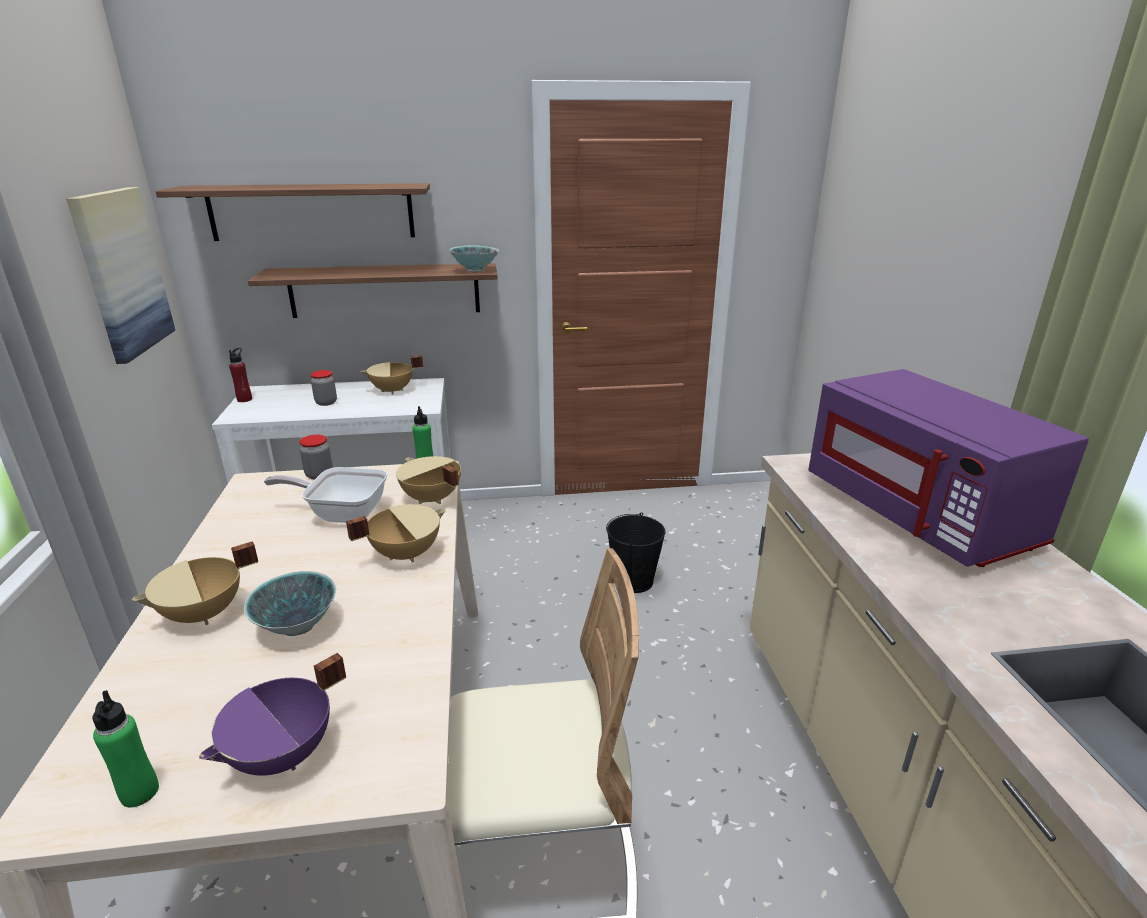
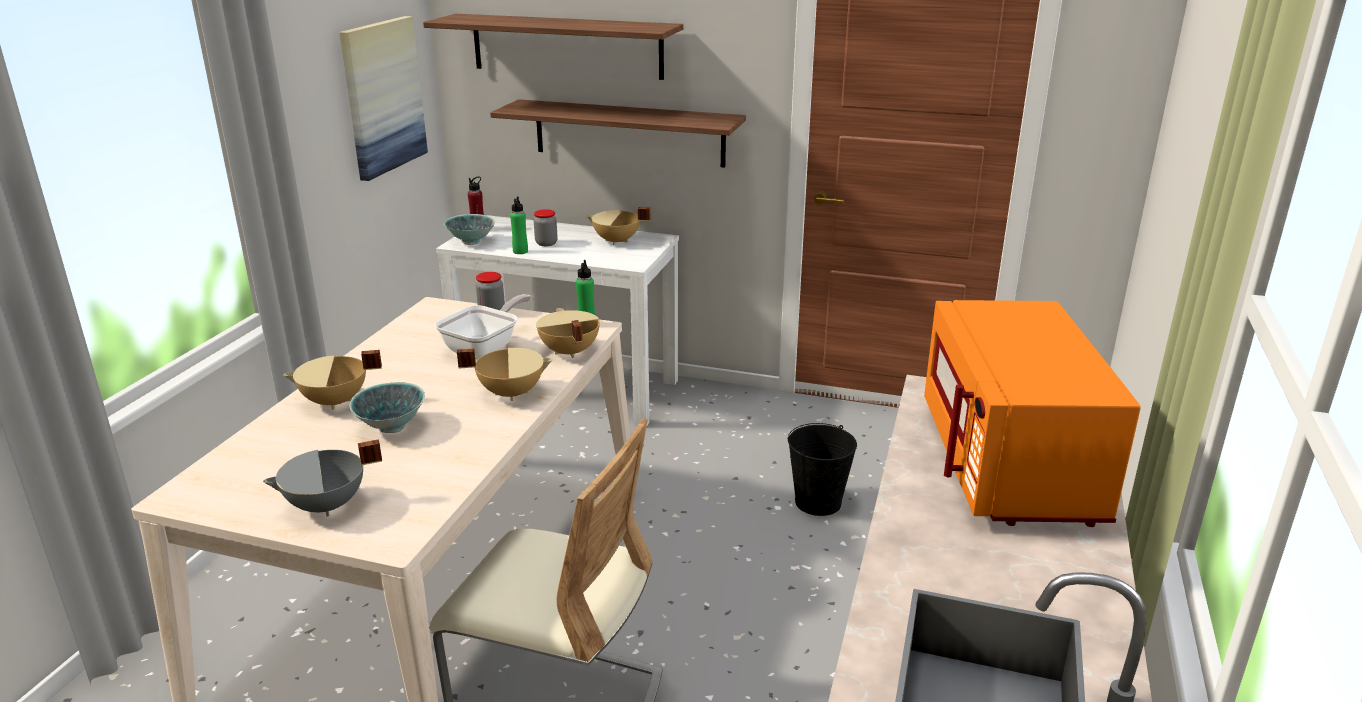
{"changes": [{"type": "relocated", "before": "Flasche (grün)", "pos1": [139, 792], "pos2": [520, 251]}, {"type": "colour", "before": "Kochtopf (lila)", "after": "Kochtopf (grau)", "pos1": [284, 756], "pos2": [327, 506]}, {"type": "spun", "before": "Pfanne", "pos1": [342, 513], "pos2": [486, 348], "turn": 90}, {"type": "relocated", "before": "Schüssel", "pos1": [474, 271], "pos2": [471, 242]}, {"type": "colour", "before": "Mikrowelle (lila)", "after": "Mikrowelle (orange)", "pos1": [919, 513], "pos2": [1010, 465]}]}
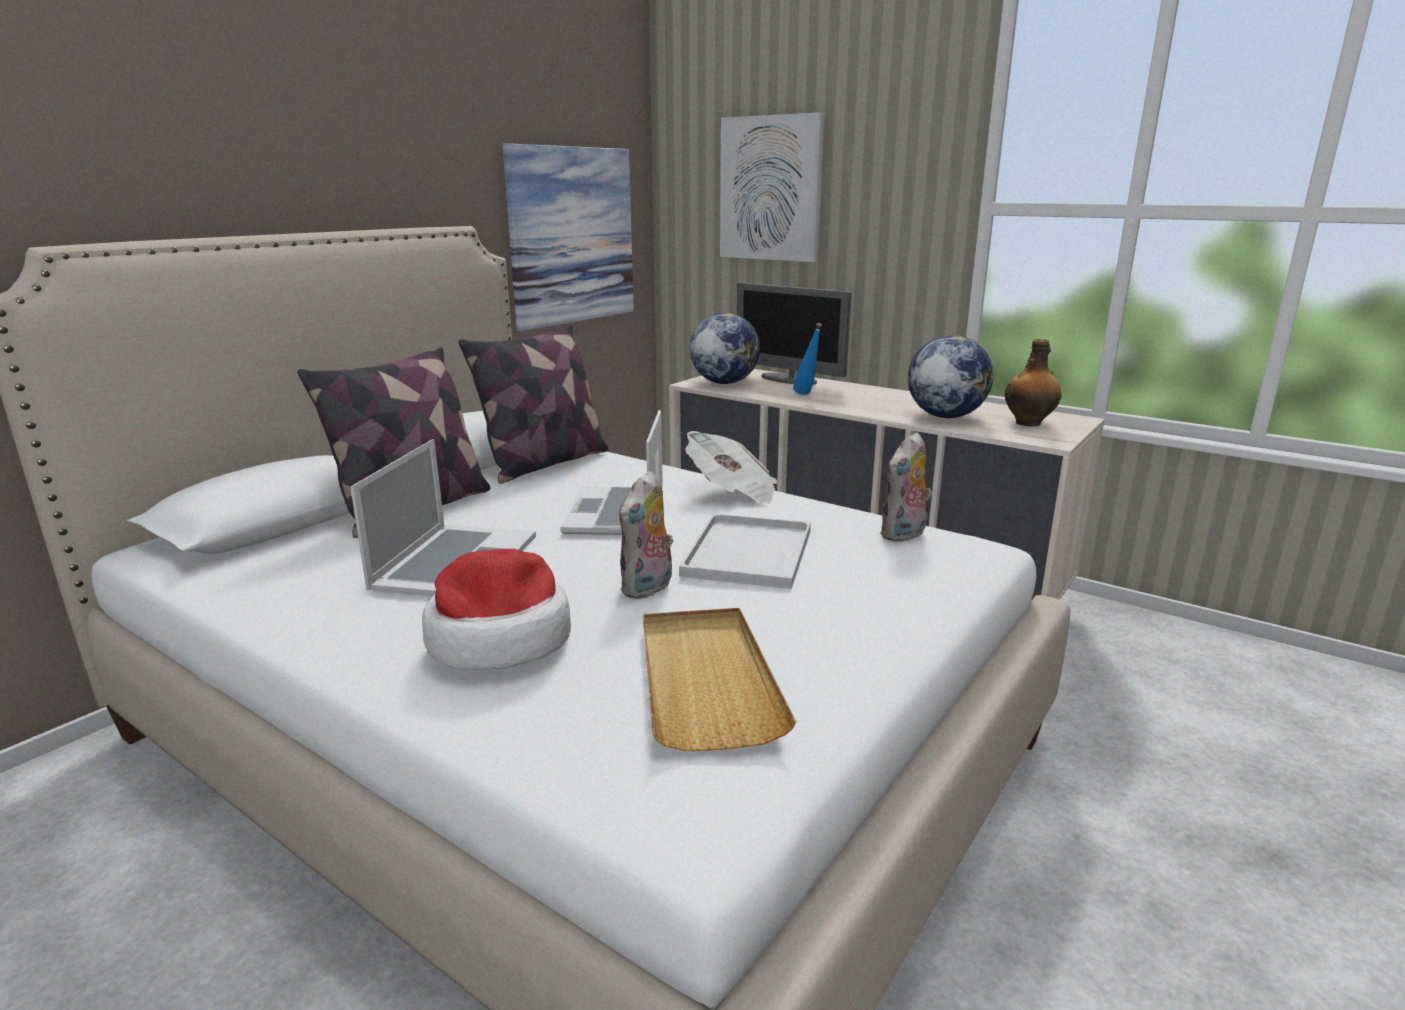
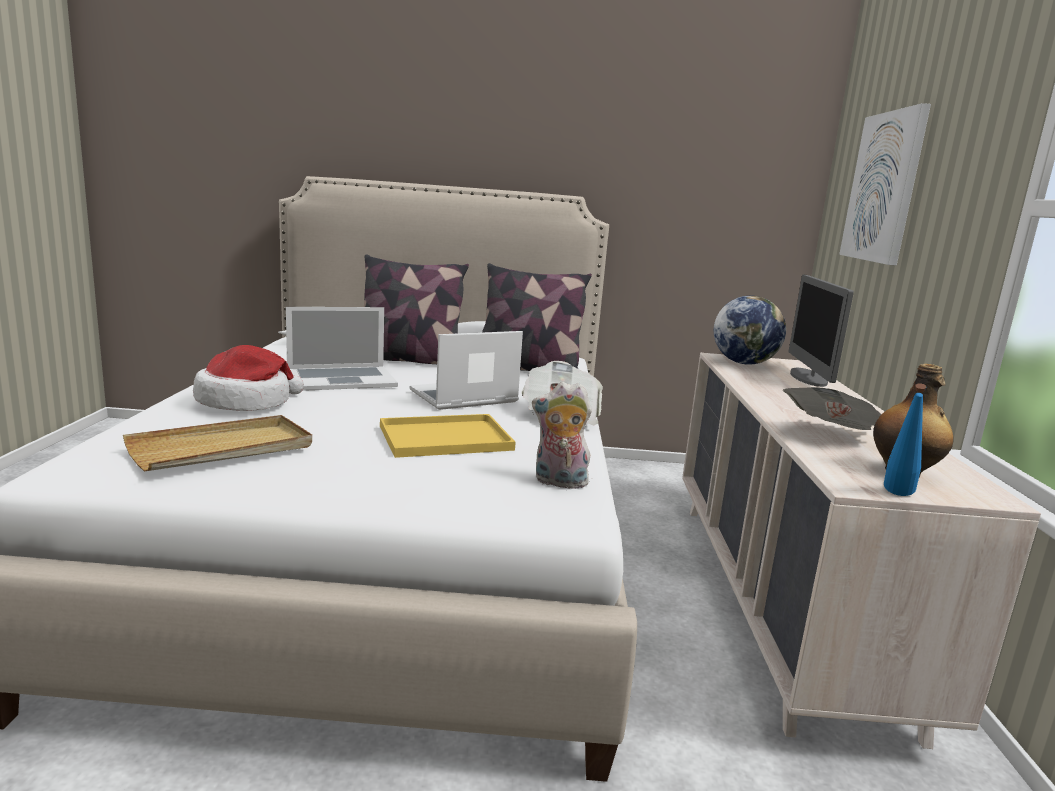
{"changes": [{"type": "missing", "before": "Bild", "pos1": [572, 236]}, {"type": "missing", "before": "Plüschtier", "pos1": [648, 588]}, {"type": "colour", "before": "Tablett (weiß)", "after": "Tablett (gelb)", "pos1": [747, 551], "pos2": [447, 437]}, {"type": "relocated", "before": "Flasche (blau)", "pos1": [807, 395], "pos2": [896, 496]}, {"type": "exchanged", "before": "Globus", "after": "Zeitung", "pos1": [945, 416], "pos2": [832, 436]}]}
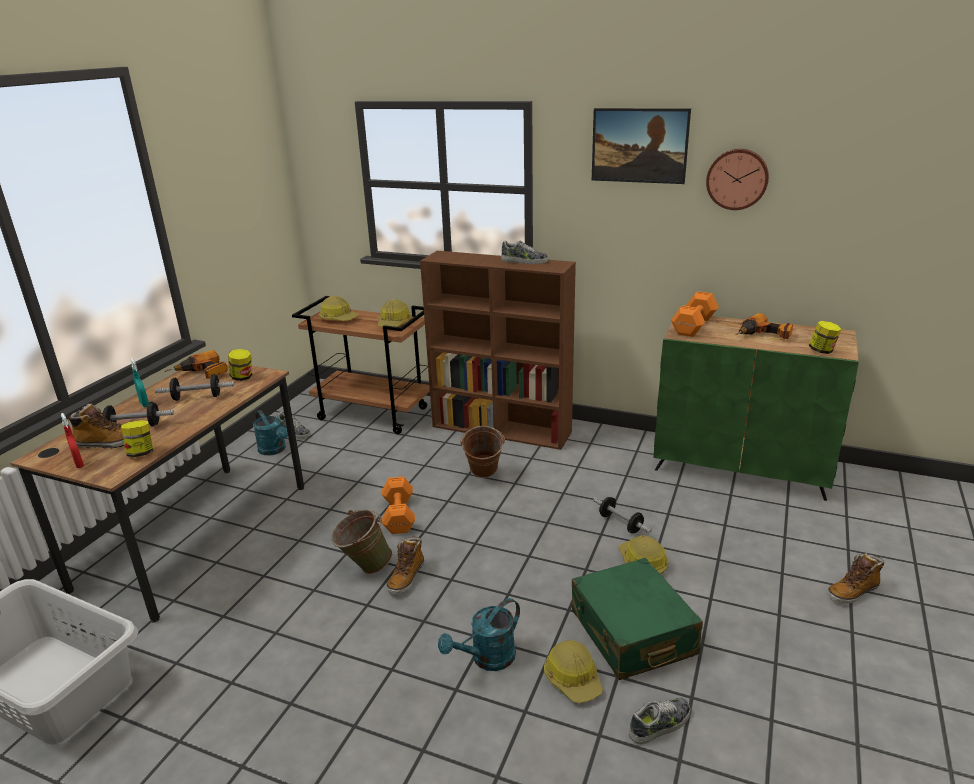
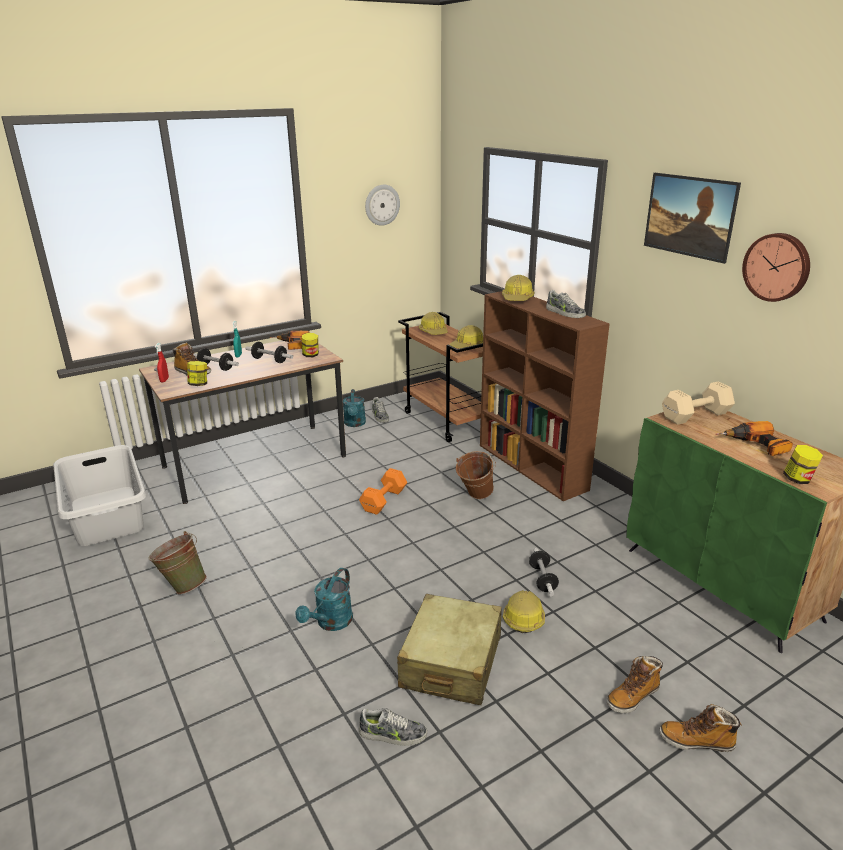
{"changes": [{"type": "relocated", "before": "Eimer (grün)", "pos1": [364, 567], "pos2": [182, 586]}, {"type": "relocated", "before": "Stiefel", "pos1": [406, 577], "pos2": [633, 697]}, {"type": "spun", "before": "Gießkanne (türkis)", "pos1": [487, 659], "pos2": [330, 623], "turn": -60}, {"type": "relocated", "before": "Schutzhelm", "pos1": [573, 678], "pos2": [517, 299]}, {"type": "colour", "before": "Koffer (grün)", "after": "Koffer (beige)", "pos1": [632, 633], "pos2": [451, 662]}, {"type": "colour", "before": "Hantel (orange)", "after": "Hantel (beige)", "pos1": [693, 326], "pos2": [694, 415]}, {"type": "appeared", "after": "Wanduhr", "pos2": [382, 205]}]}
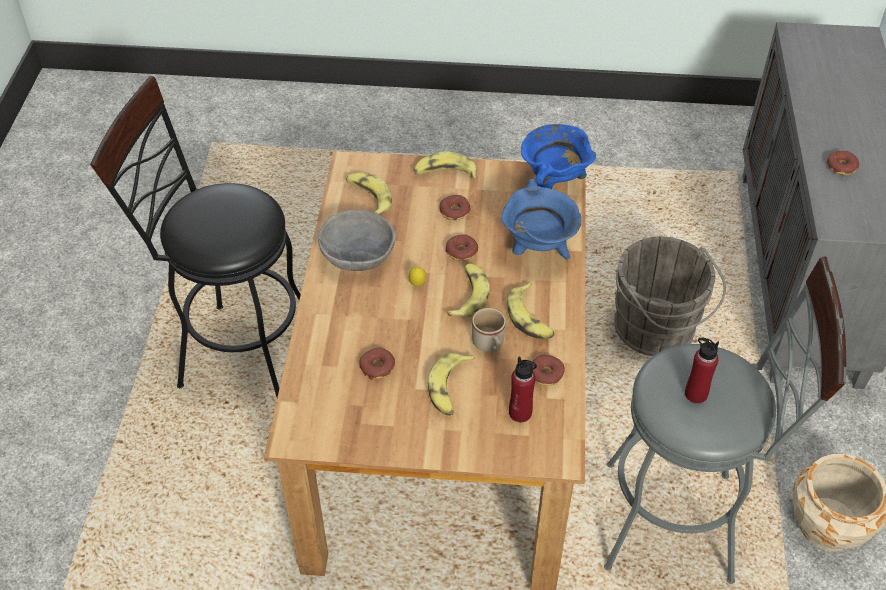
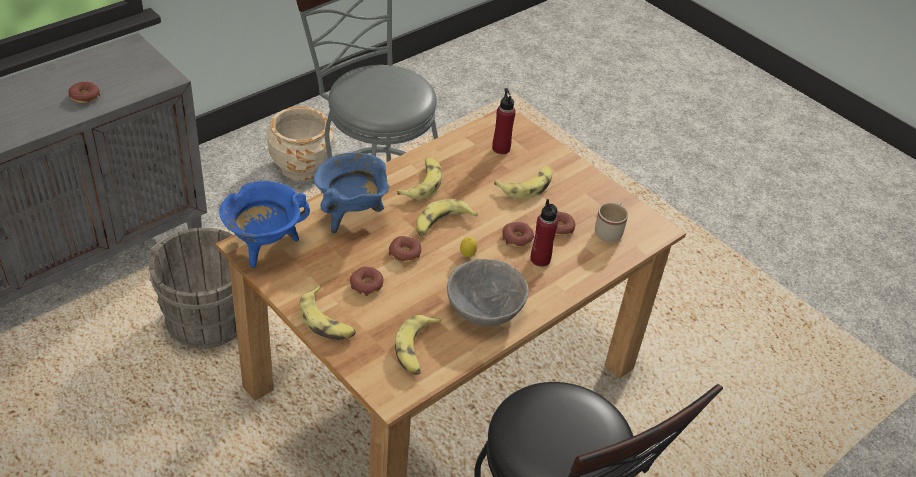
{"changes": [{"type": "relocated", "before": "Henkelbecher (beige)", "pos1": [489, 345], "pos2": [609, 231]}, {"type": "relocated", "before": "Donut", "pos1": [546, 374], "pos2": [517, 238]}, {"type": "relocated", "before": "Flasche (rot)", "pos1": [695, 394], "pos2": [540, 259]}]}
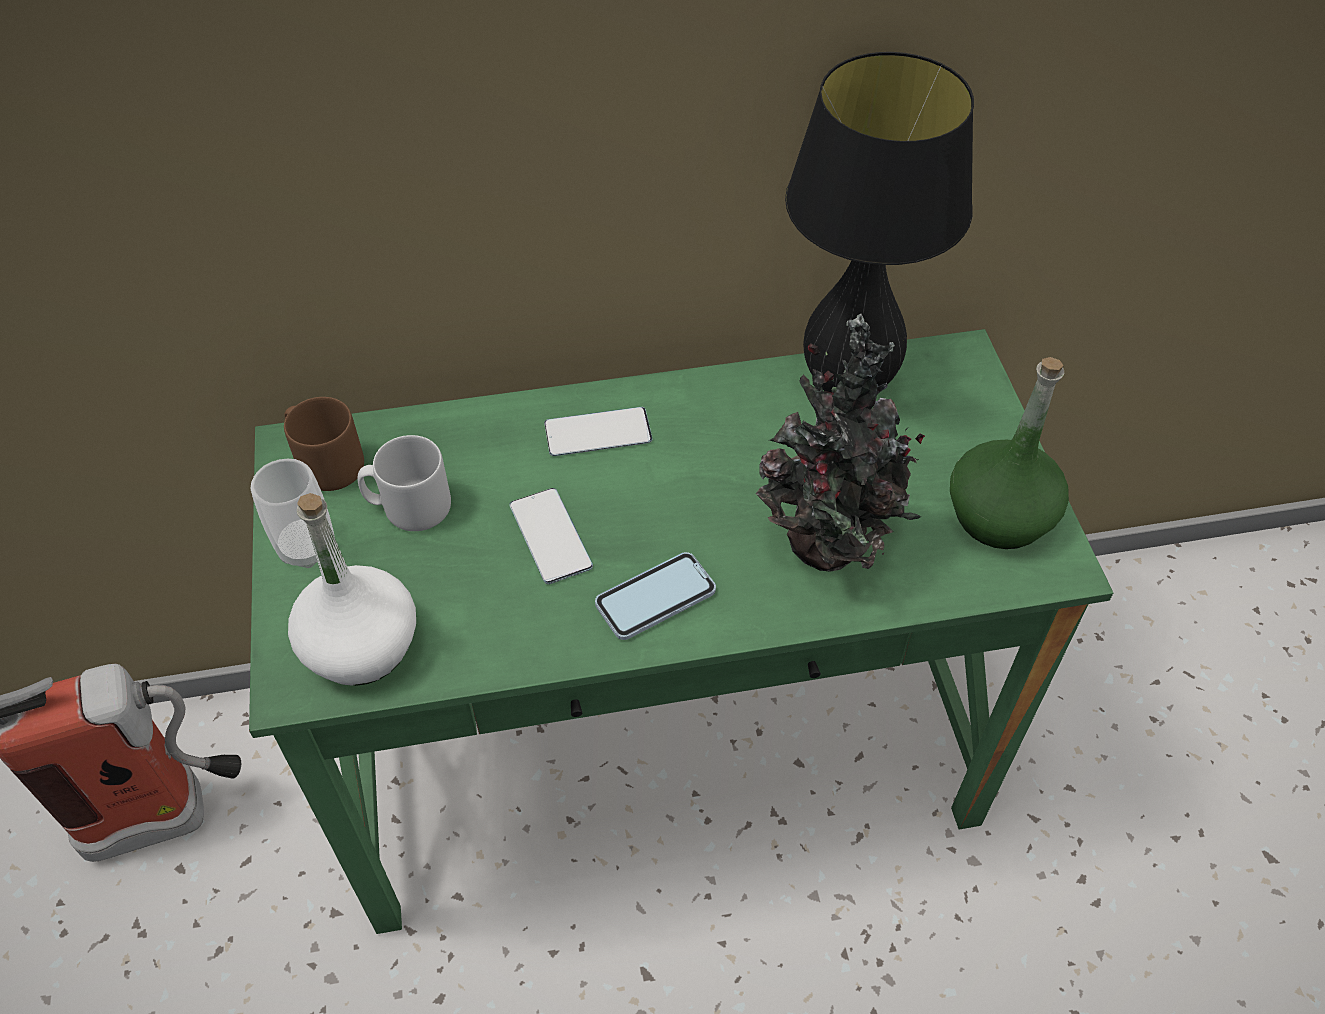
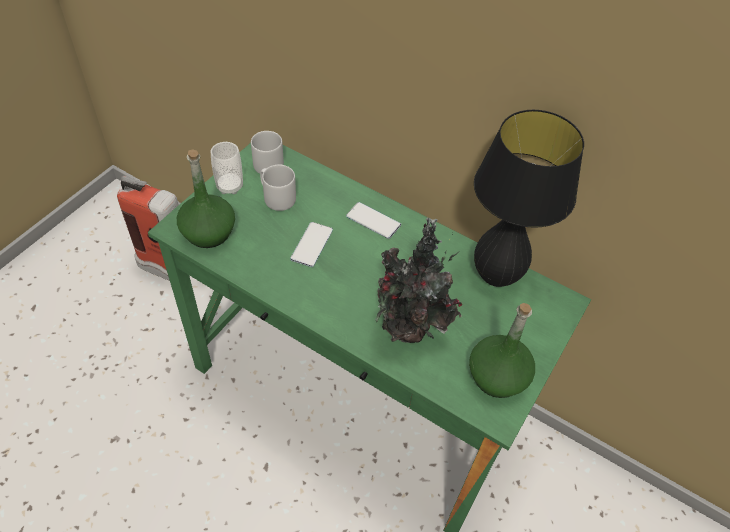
{"changes": [{"type": "colour", "before": "Henkelbecher (braun)", "after": "Henkelbecher (grau)", "pos1": [326, 463], "pos2": [268, 162]}, {"type": "colour", "before": "Flasche (weiß)", "after": "Flasche (grün)", "pos1": [361, 645], "pos2": [209, 232]}, {"type": "missing", "before": "Handy", "pos1": [655, 598]}]}
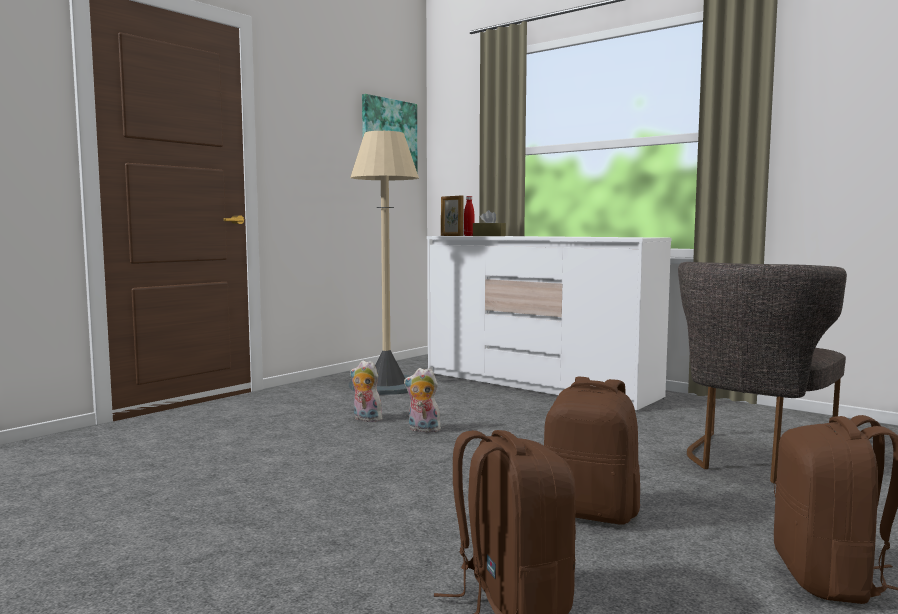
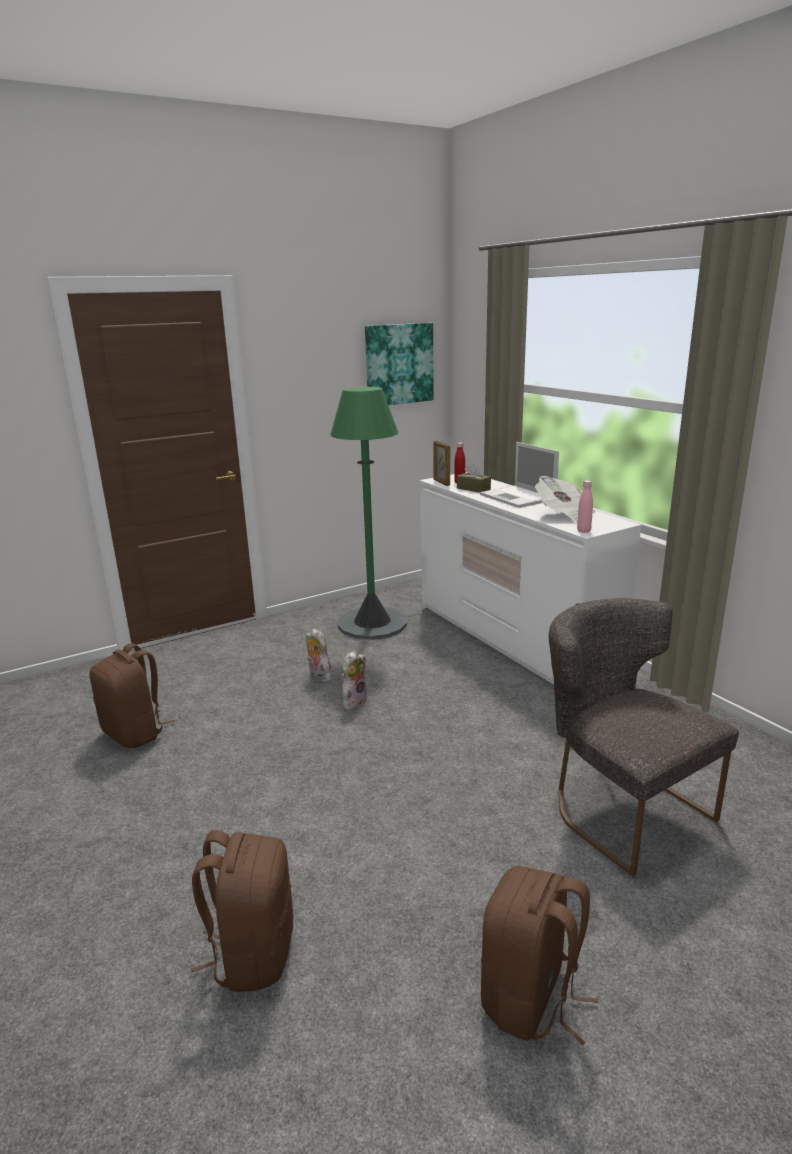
{"changes": [{"type": "colour", "before": "Stehlampe (beige)", "after": "Stehlampe (grün)", "pos1": [387, 385], "pos2": [372, 624]}, {"type": "spun", "before": "Plüschtier", "pos1": [422, 430], "pos2": [353, 701], "turn": 90}, {"type": "relocated", "before": "Rucksack (braun)", "pos1": [590, 512], "pos2": [135, 733]}, {"type": "spun", "before": "Stuhl (grau)", "pos1": [752, 461], "pos2": [620, 808], "turn": 90}, {"type": "appeared", "after": "Laptop", "pos2": [518, 497]}, {"type": "appeared", "after": "Zeitung", "pos2": [564, 515]}, {"type": "appeared", "after": "Flasche (rosa)", "pos2": [583, 531]}]}
